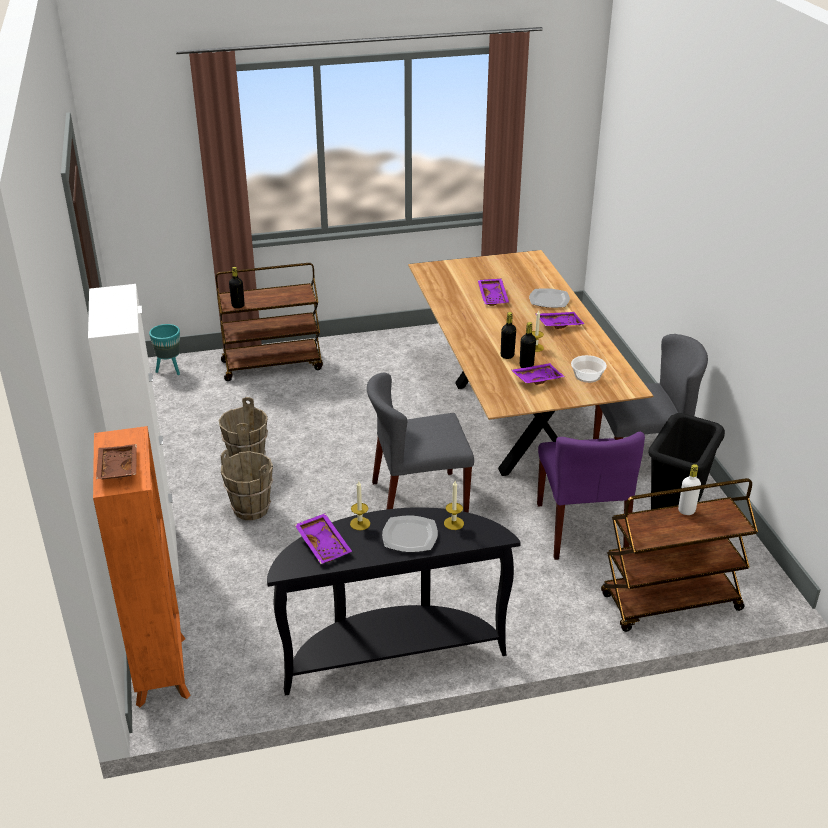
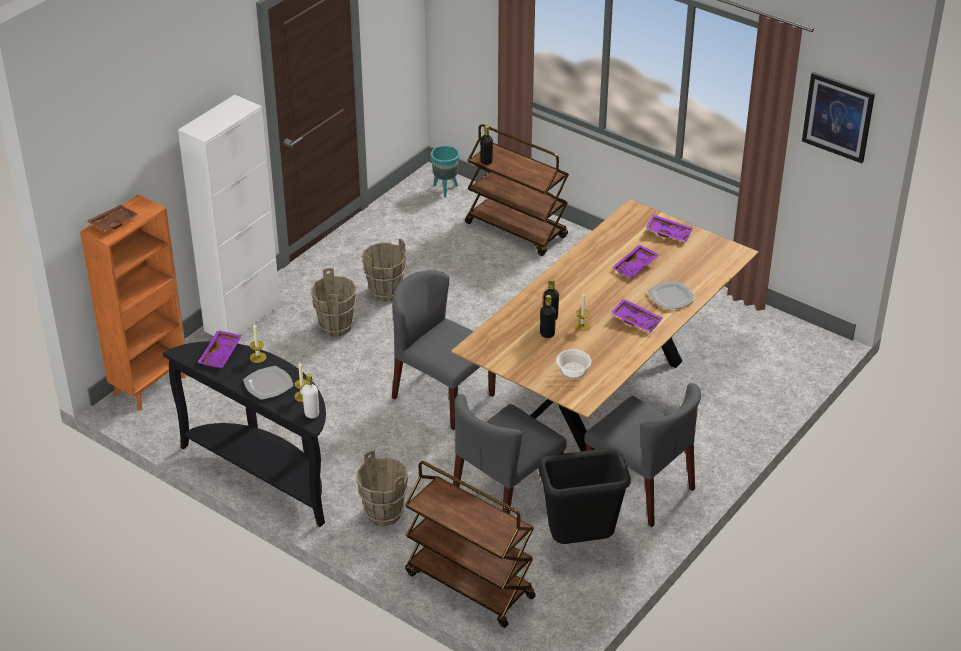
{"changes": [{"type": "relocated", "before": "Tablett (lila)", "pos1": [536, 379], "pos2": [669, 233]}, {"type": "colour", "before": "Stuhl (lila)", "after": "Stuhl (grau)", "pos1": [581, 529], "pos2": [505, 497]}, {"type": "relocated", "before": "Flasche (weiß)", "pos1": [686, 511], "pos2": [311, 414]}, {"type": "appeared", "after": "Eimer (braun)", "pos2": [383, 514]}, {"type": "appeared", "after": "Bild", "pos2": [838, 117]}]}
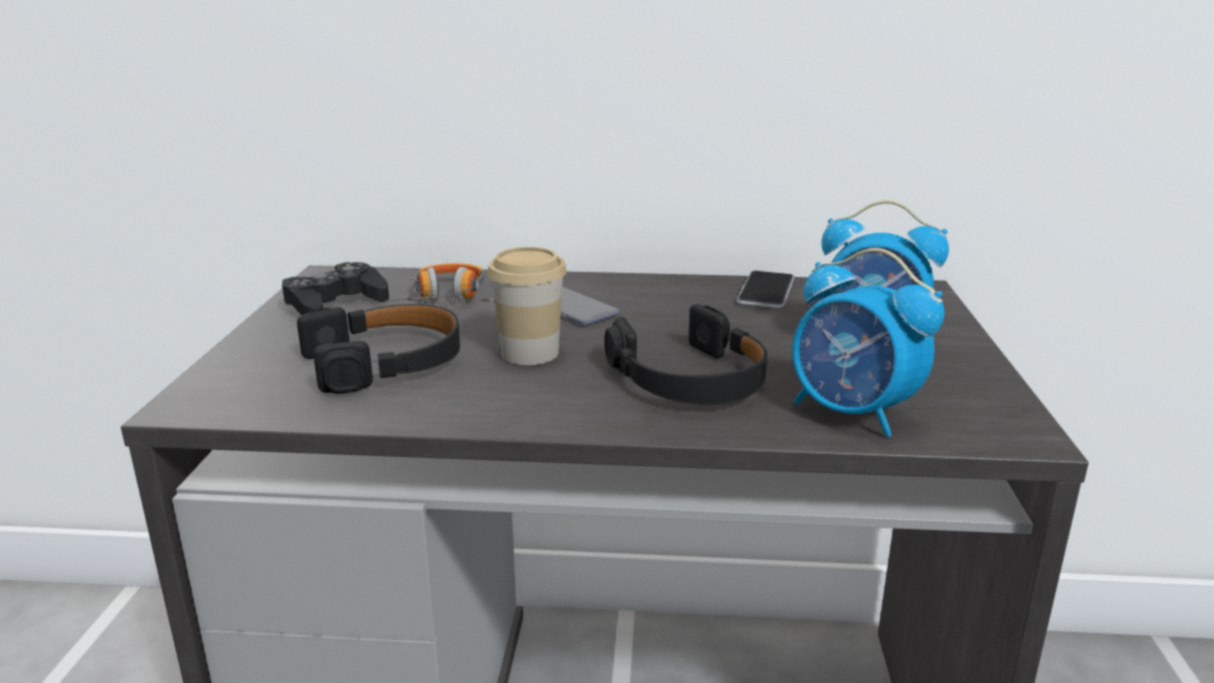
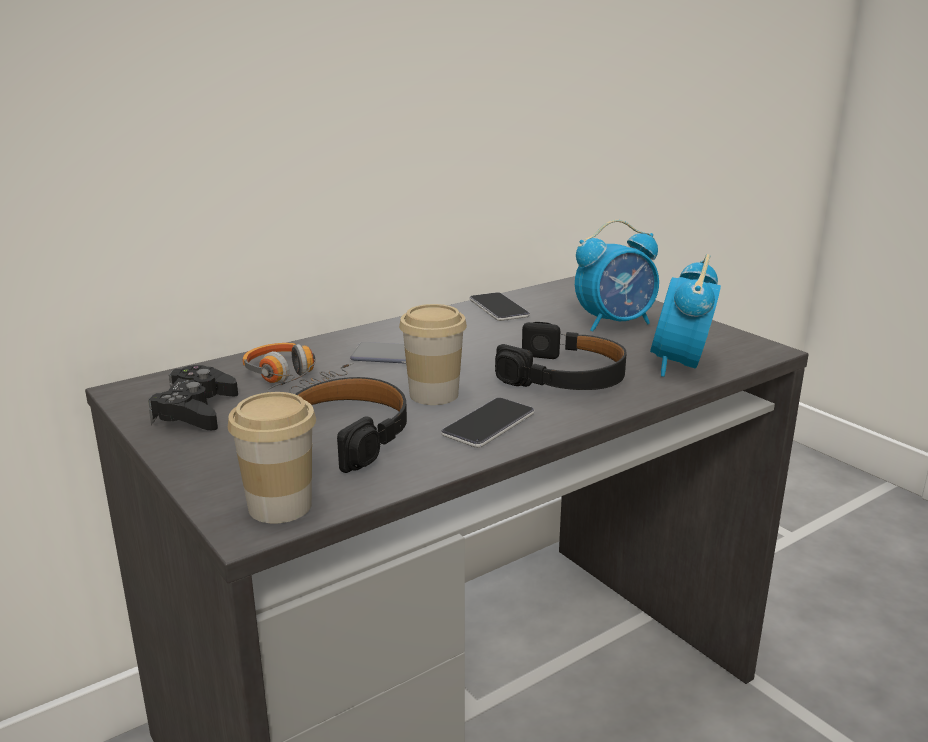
{"changes": [{"type": "spun", "before": "Wecker", "pos1": [853, 414], "pos2": [680, 366], "turn": 105}, {"type": "appeared", "after": "Tasse", "pos2": [280, 506]}, {"type": "appeared", "after": "Handy", "pos2": [488, 424]}]}
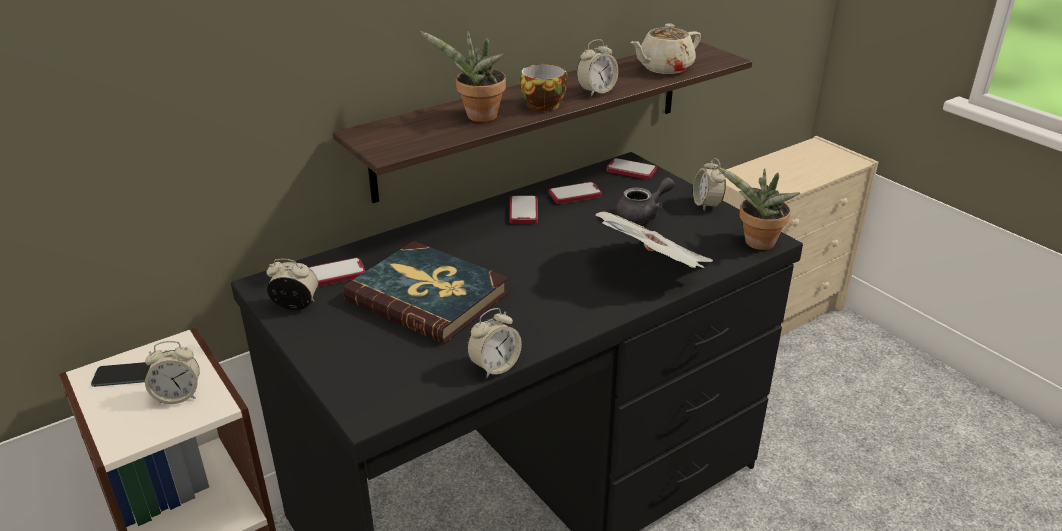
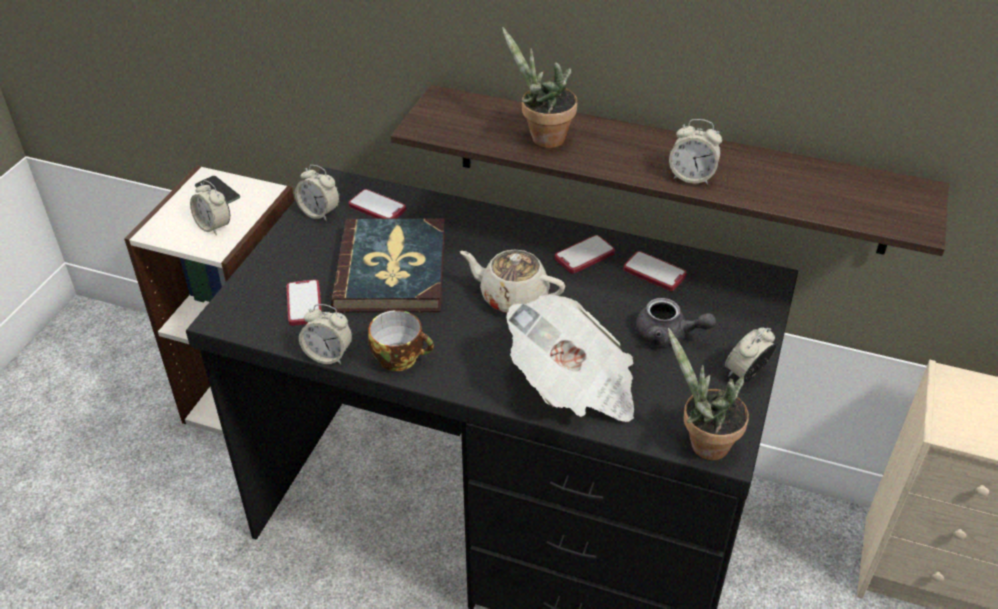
{"changes": [{"type": "spun", "before": "Wecker", "pos1": [296, 305], "pos2": [319, 213], "turn": 150}, {"type": "relocated", "before": "Tasse", "pos1": [544, 104], "pos2": [401, 357]}, {"type": "relocated", "before": "Handy", "pos1": [631, 170], "pos2": [304, 304]}, {"type": "relocated", "before": "Teekanne (beige)", "pos1": [664, 68], "pos2": [512, 297]}]}
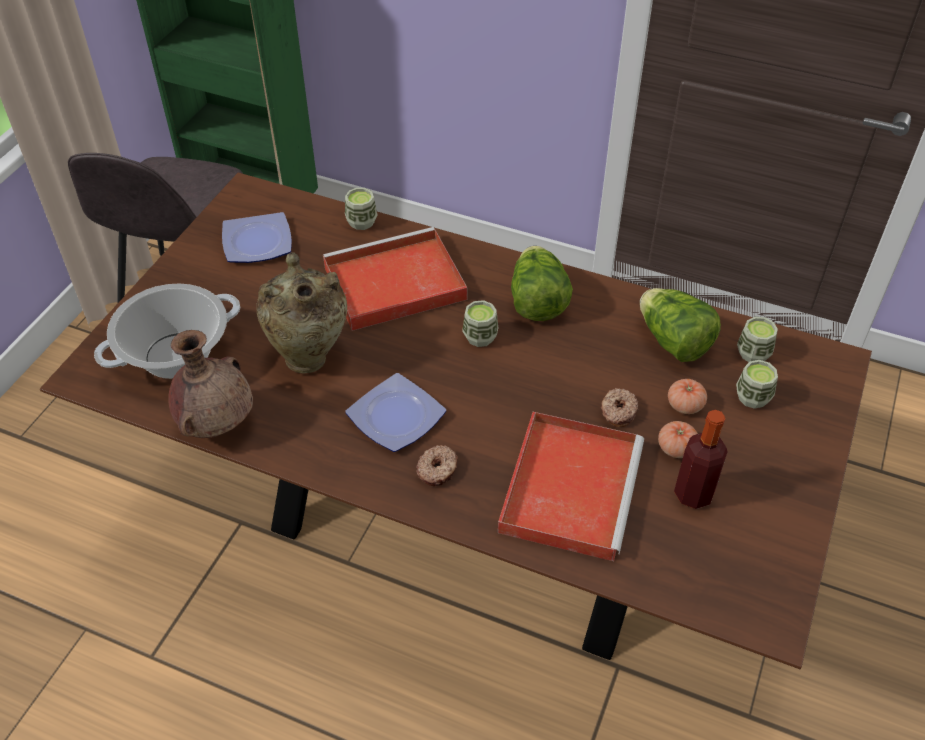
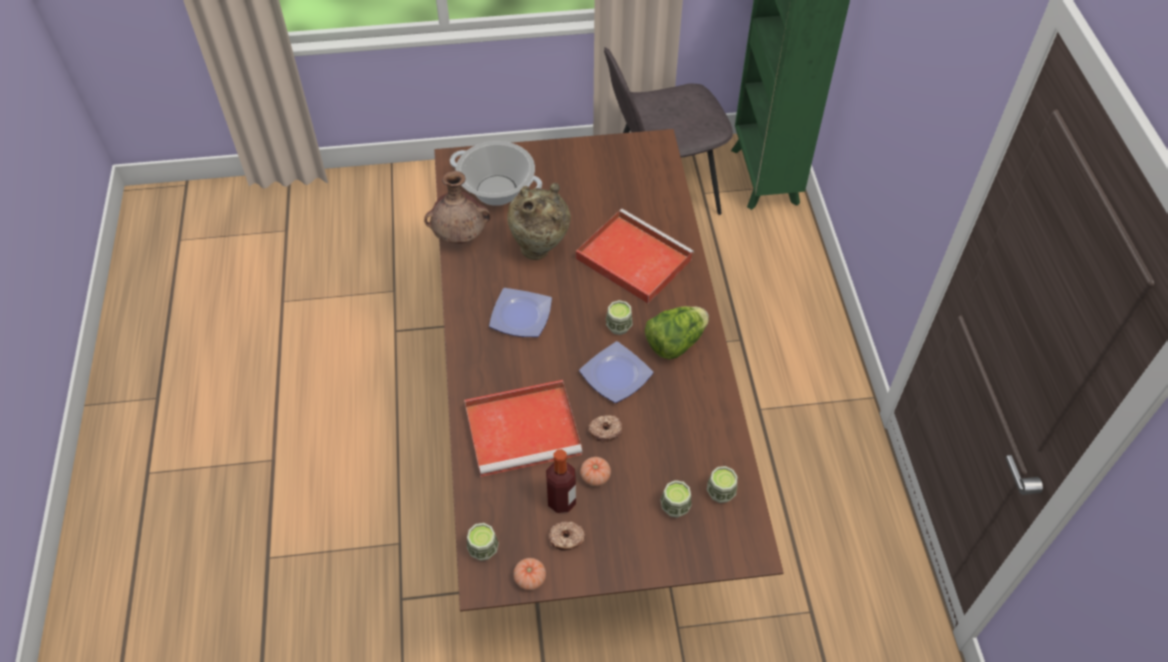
{"changes": [{"type": "relocated", "before": "Teller", "pos1": [256, 242], "pos2": [616, 374]}, {"type": "relocated", "before": "Tasse", "pos1": [361, 222], "pos2": [483, 549]}, {"type": "relocated", "before": "Donut", "pos1": [438, 470], "pos2": [566, 539]}, {"type": "missing", "before": "Salatkopf", "pos1": [673, 342]}, {"type": "relocated", "before": "Tomate", "pos1": [685, 405], "pos2": [530, 578]}]}
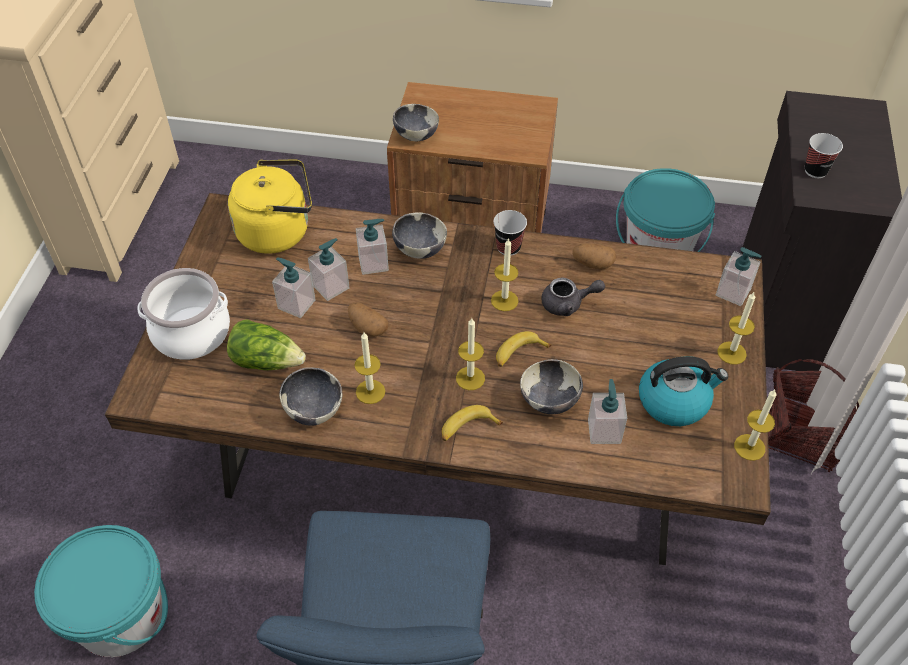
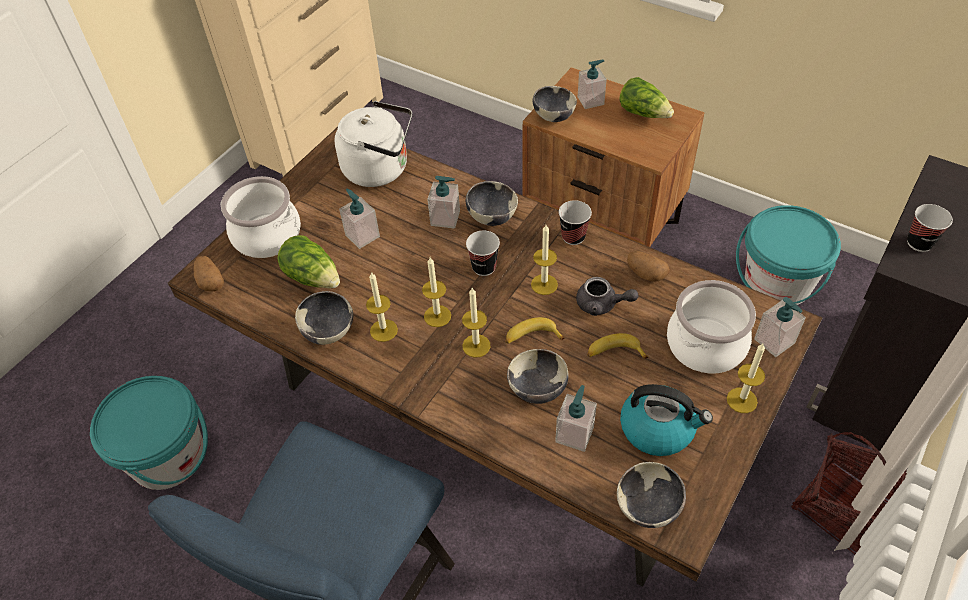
{"changes": [{"type": "colour", "before": "Wasserkessel (gelb)", "after": "Wasserkessel (weiß)", "pos1": [278, 231], "pos2": [380, 169]}, {"type": "relocated", "before": "Seifenspender", "pos1": [331, 286], "pos2": [591, 101]}, {"type": "relocated", "before": "Kartoffel", "pos1": [367, 327], "pos2": [211, 281]}, {"type": "relocated", "before": "Banane", "pos1": [467, 428], "pos2": [614, 353]}, {"type": "relocated", "before": "Kerze", "pos1": [749, 447], "pos2": [437, 316]}, {"type": "appeared", "after": "Tasse", "pos2": [484, 267]}, {"type": "appeared", "after": "Schüssel", "pos2": [648, 507]}, {"type": "appeared", "after": "Salatkopf", "pos2": [644, 113]}, {"type": "appeared", "after": "Kochtopf", "pos2": [705, 344]}]}
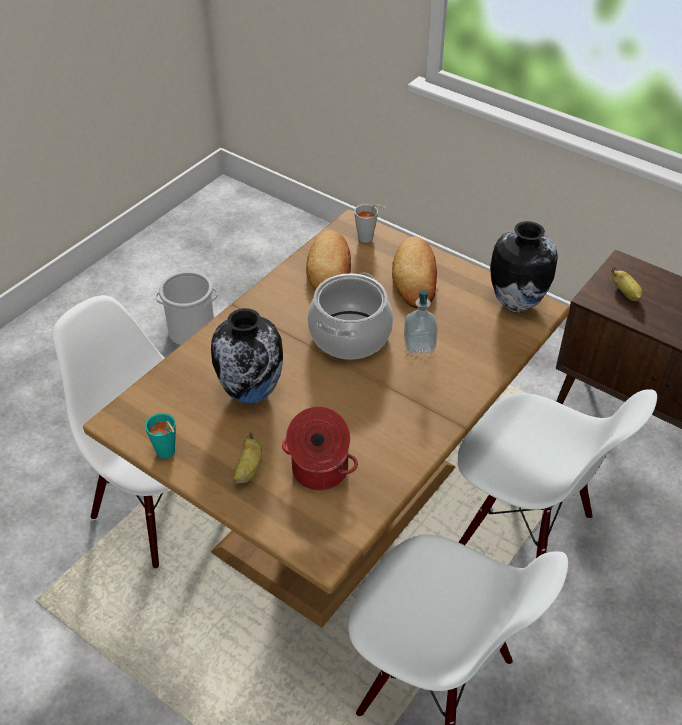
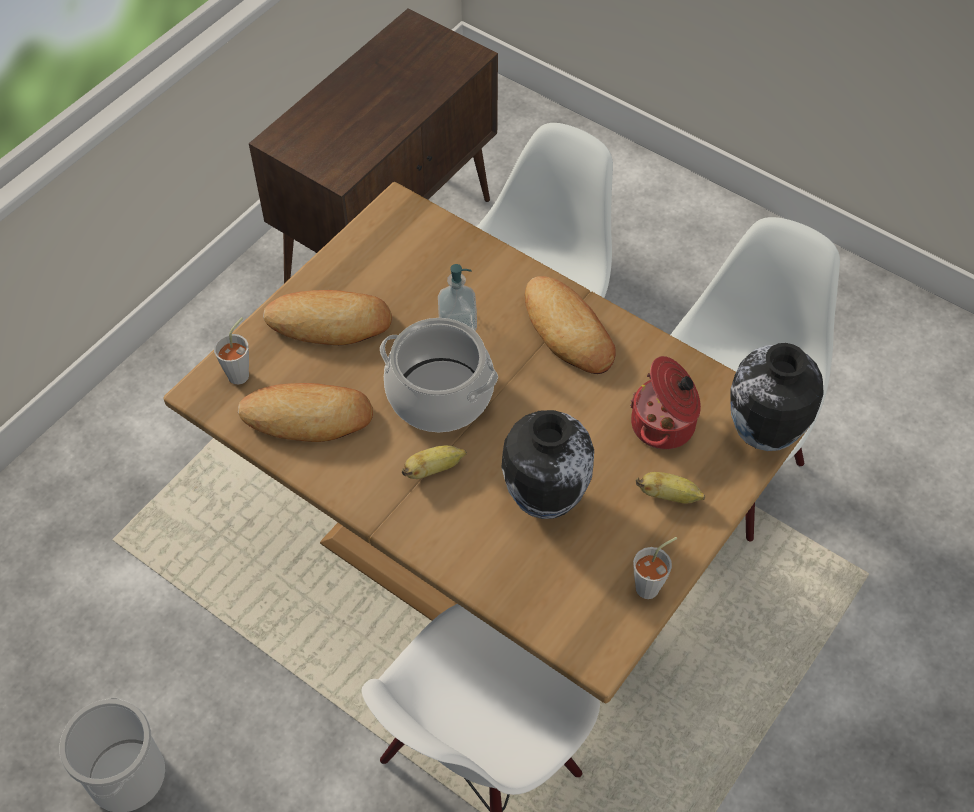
{"changes": [{"type": "colour", "before": "Tasse (türkis)", "after": "Tasse (grau)", "pos1": [167, 454], "pos2": [652, 585]}, {"type": "relocated", "before": "Vase", "pos1": [516, 303], "pos2": [762, 435]}, {"type": "relocated", "before": "Banane", "pos1": [626, 294], "pos2": [433, 469]}, {"type": "appeared", "after": "Brot", "pos2": [568, 330]}]}
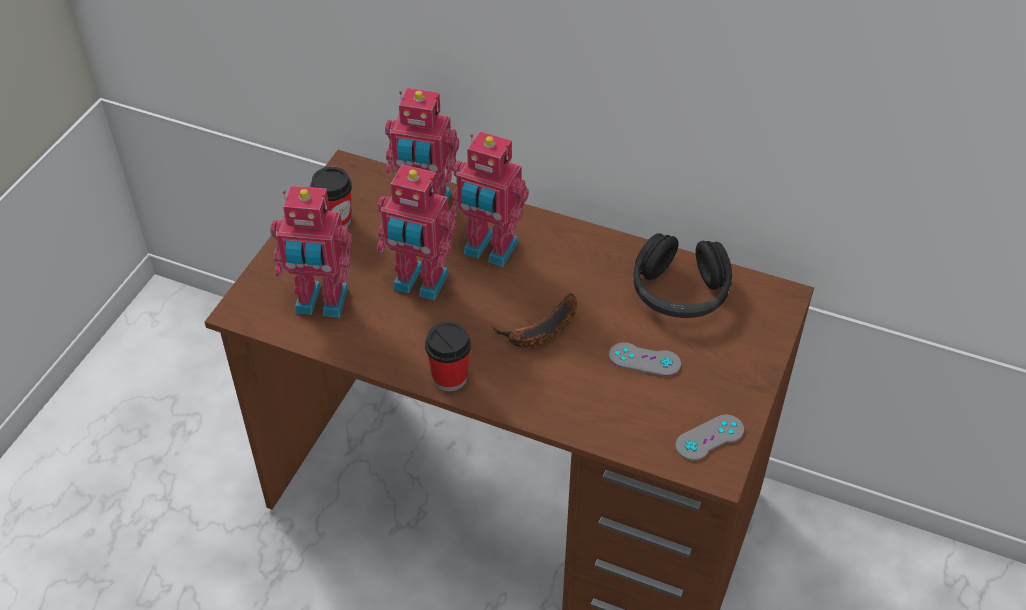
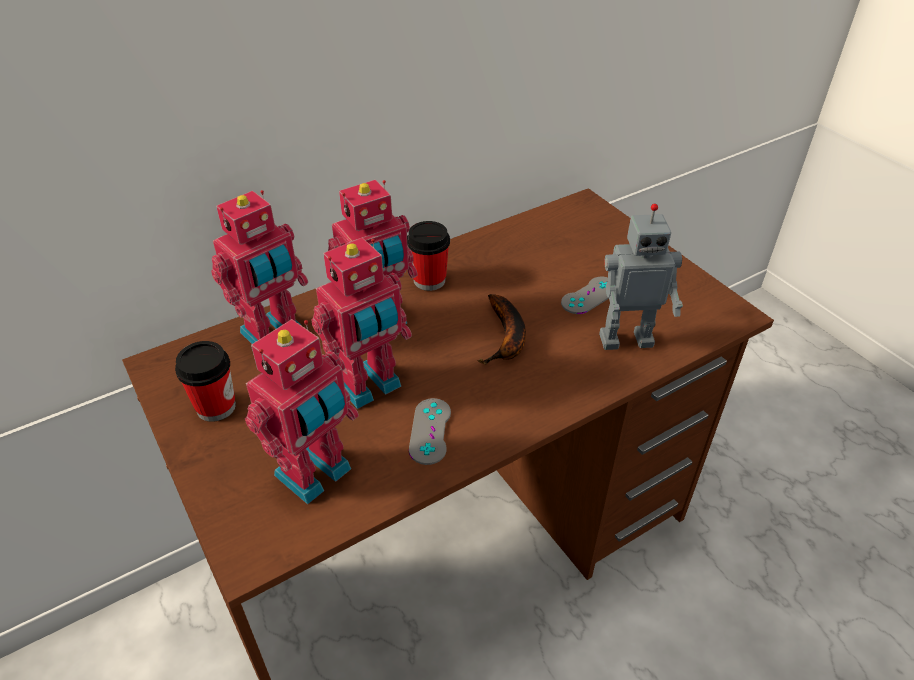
{"changes": [{"type": "relocated", "before": "Tasse", "pos1": [449, 377], "pos2": [429, 280]}, {"type": "missing", "before": "Kopfhörer (schwarz)", "pos1": [679, 292]}, {"type": "relocated", "before": "Gamepad (grau)", "pos1": [709, 438], "pos2": [430, 431]}, {"type": "appeared", "after": "Spielzeugroboter", "pos2": [625, 338]}]}
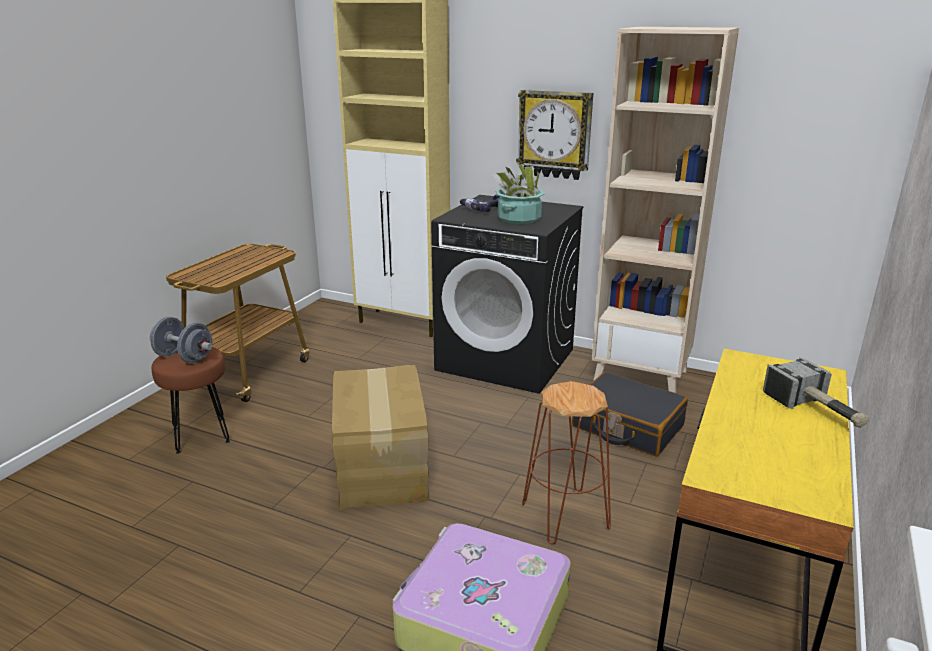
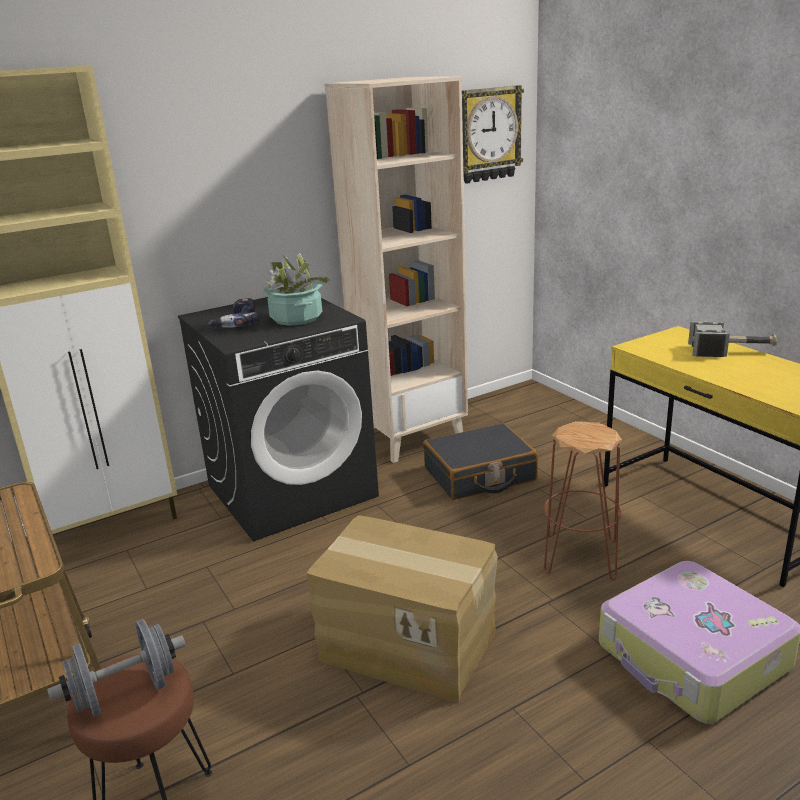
{"changes": [{"type": "relocated", "before": "Wanduhr", "pos1": [554, 134], "pos2": [487, 134]}]}
